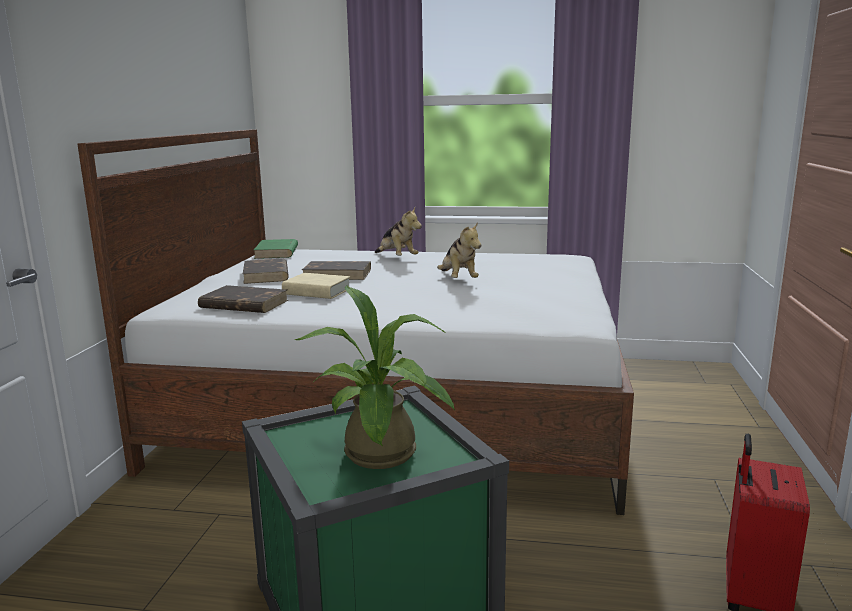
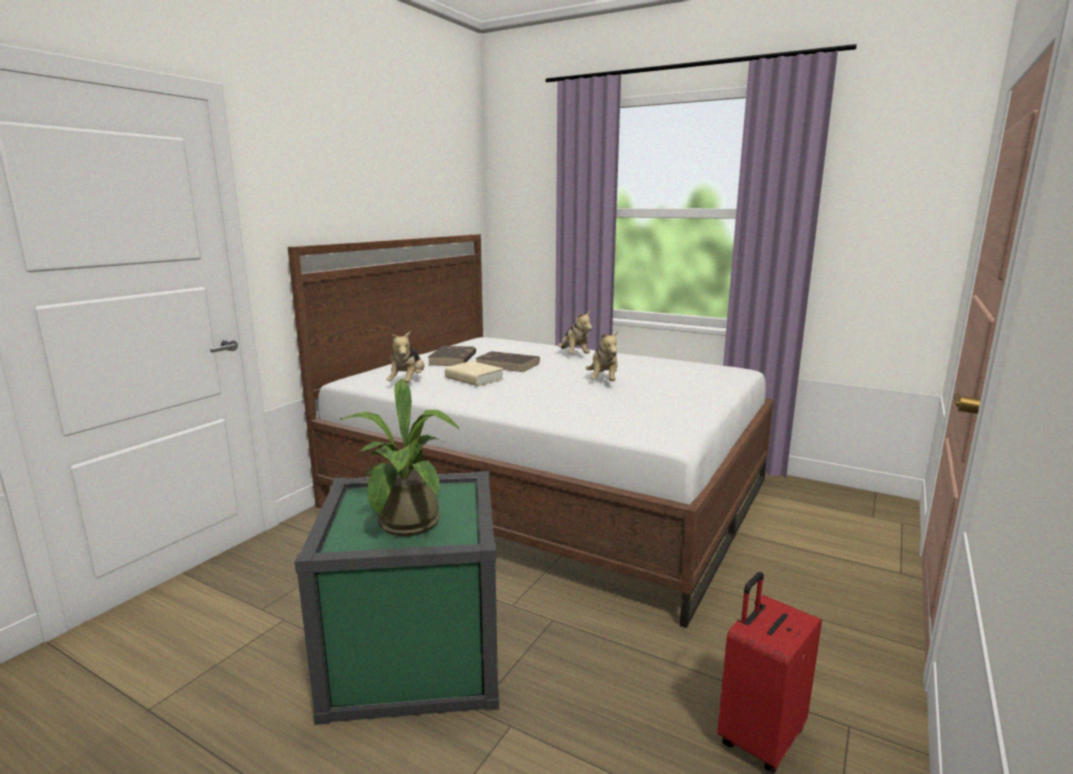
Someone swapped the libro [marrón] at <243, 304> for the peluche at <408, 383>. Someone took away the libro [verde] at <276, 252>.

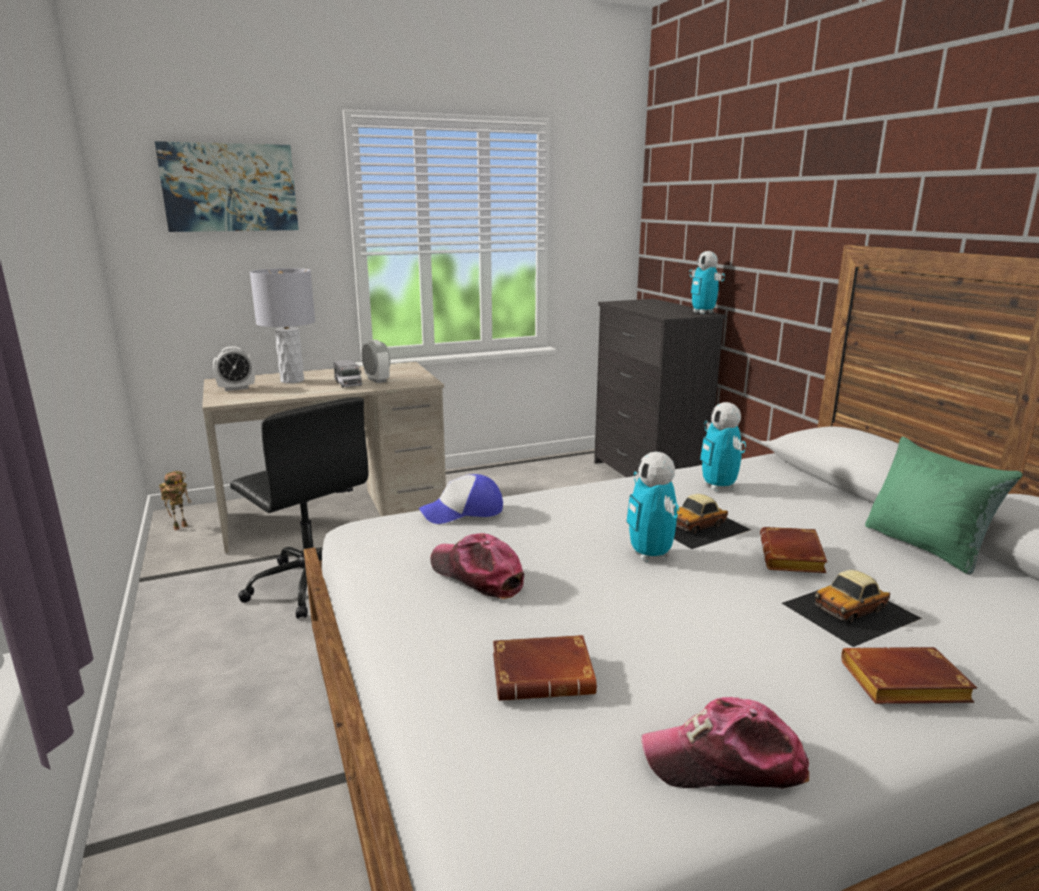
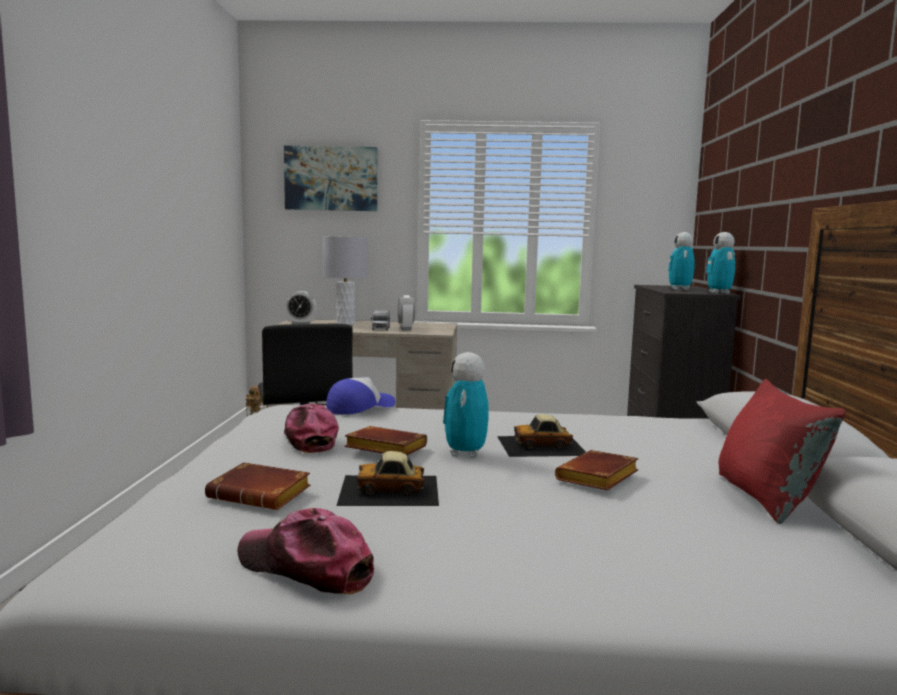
Someone rotated the gorra at <463, 511> by 135 degrees clockwise. Someone carried the robot de juguete from <718, 487> to <679, 289>. Someone carried the coche de juguete from <851, 610> to <390, 490>. Someone carried the libro [marrón] from <902, 686> to <383, 449>. Someone repainted the cojín [verde] at <925, 546>, which became the cojín [rojo] at <766, 498>.

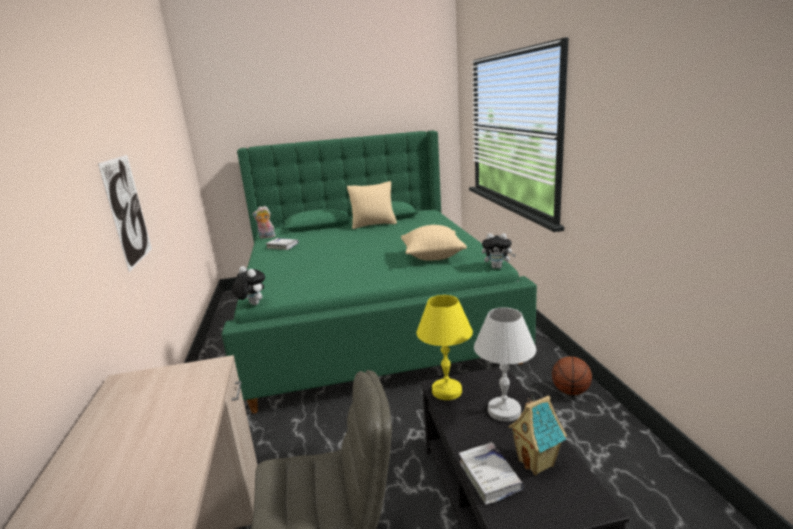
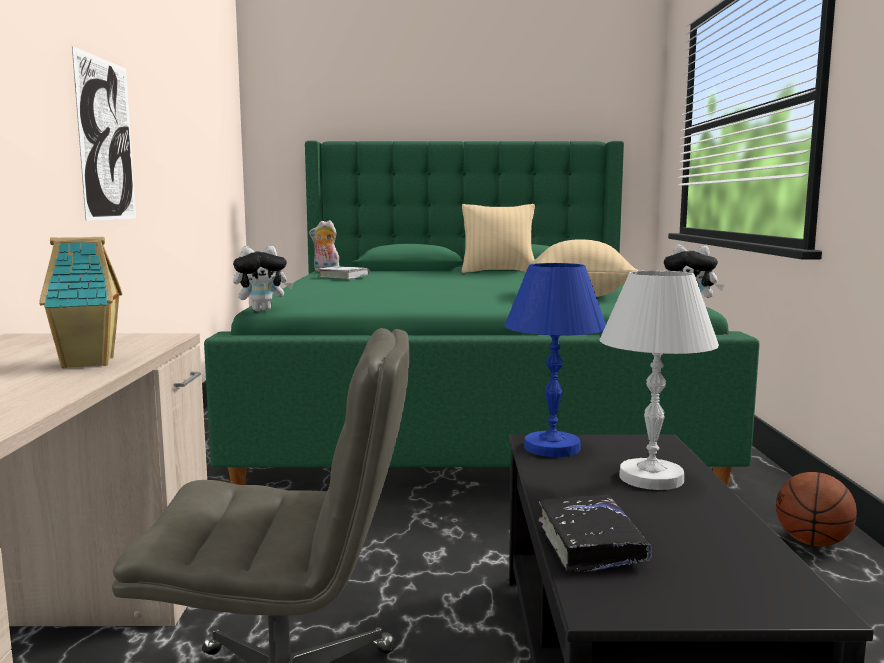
Someone rotated the peluche at <252, 304> by 105 degrees clockwise. Someone repainted the lámpara de mesa [amarillo] at <446, 390>, which became the lámpara de mesa [azul] at <551, 447>. Someone repainted the libro [blanco] at <489, 477>, which became the libro [negro] at <590, 544>. Someone carried the casita from <537, 463> to <90, 363>.

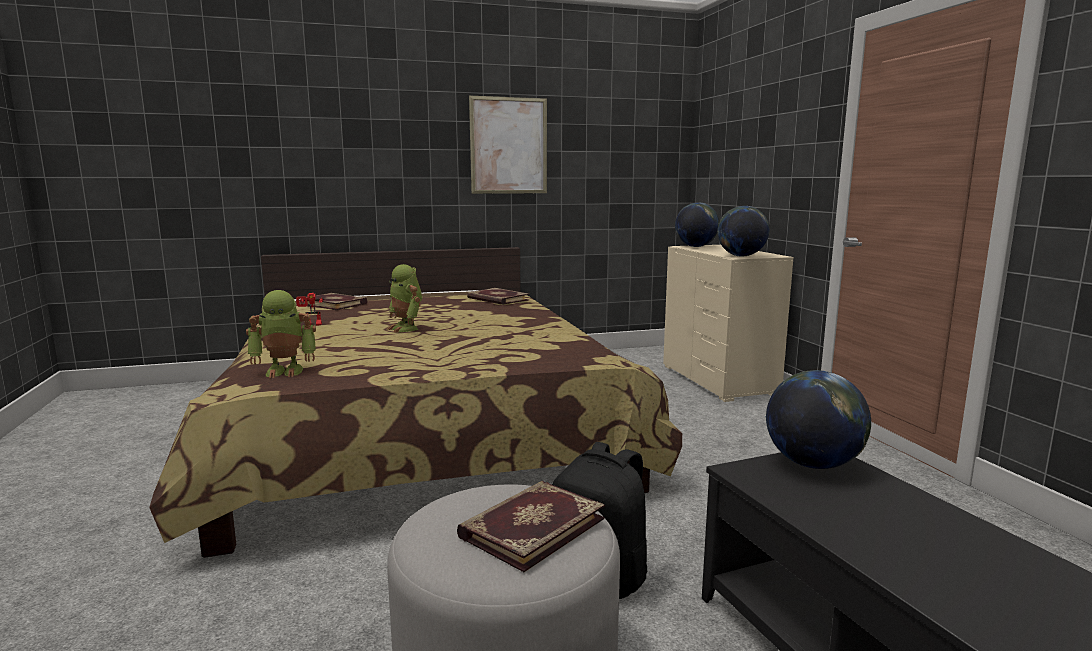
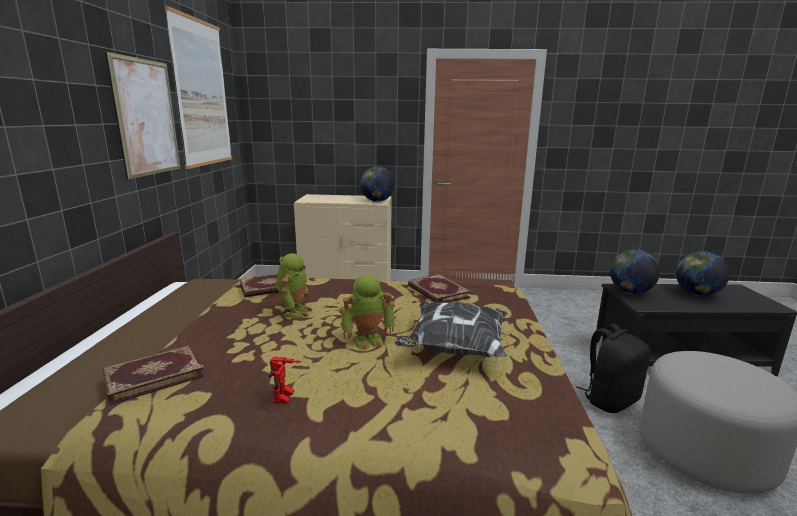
Someone carried the robot de juguete from <285, 371> to <294, 312>. Someone carried the libro from <531, 527> to <437, 292>. Someone carried the globo terráqueo from <696, 247> to <696, 294>. Someone put up the cuadro at <202, 94>. Someone put down the cojín at <454, 349>.

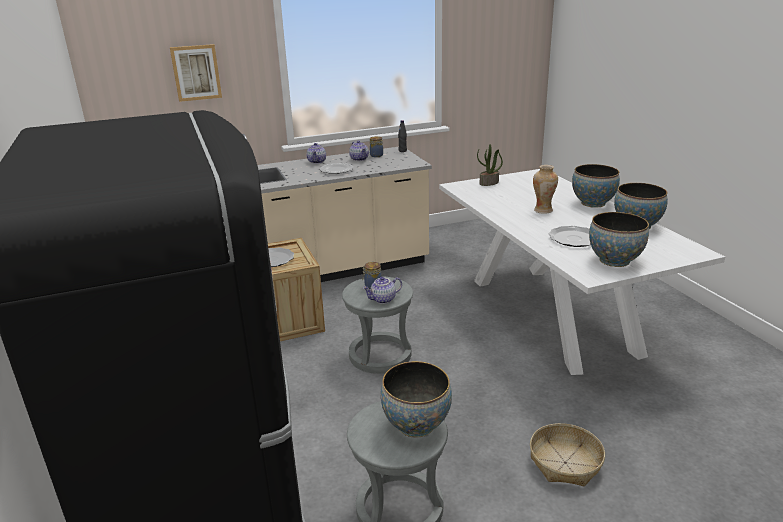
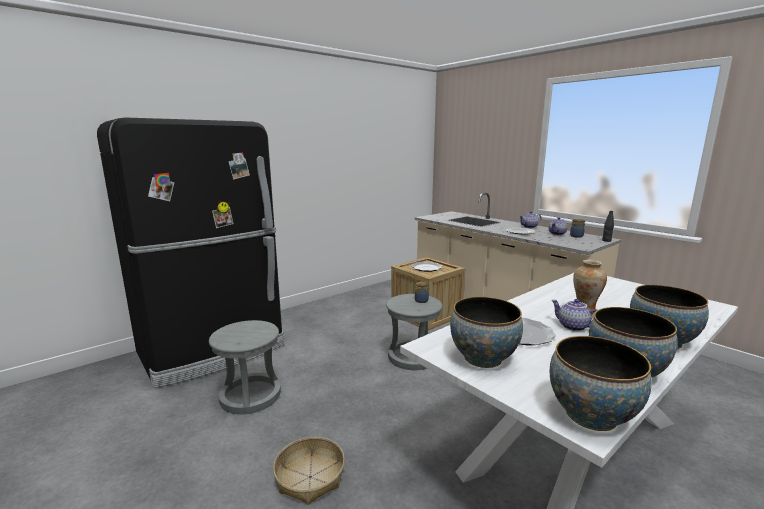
Someone took away the cuadro at <196, 72>. Someone carried the tetera from <383, 300> to <572, 327>. Someone carried the cuenco from <416, 425> to <591, 415>. Someone took away the planta en maceta at <489, 183>.

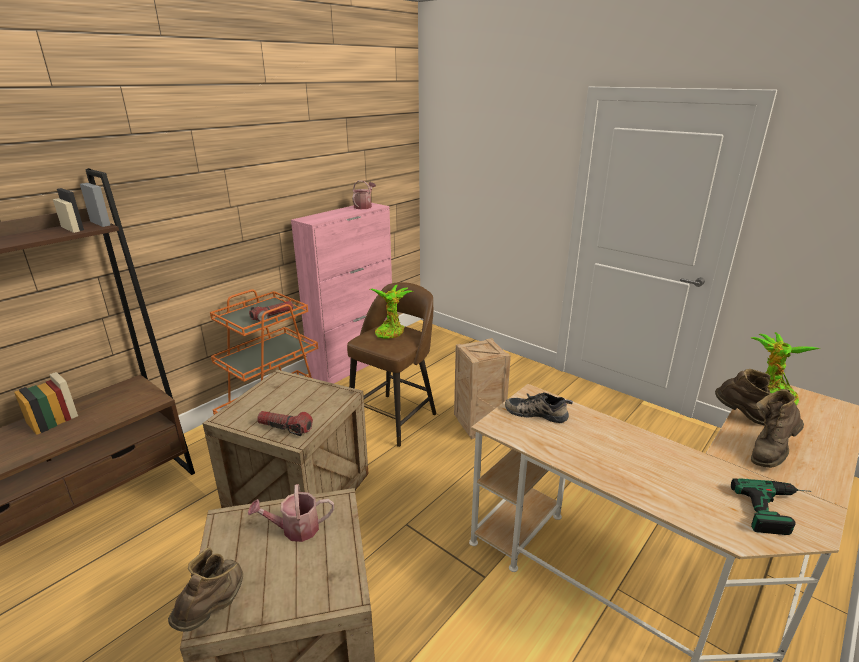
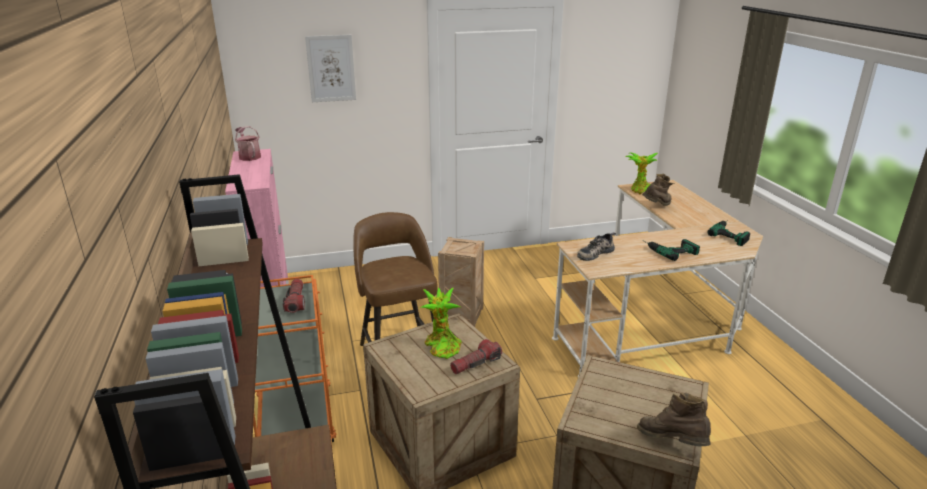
Someone took away the regadera at <295, 529>. Someone carried the planta en maceta from <390, 332> to <441, 346>. Someone took away the bota [marrón] at <770, 451>. Someone put up the cuadro at <331, 68>. Someone put down the taladro at <668, 249>.

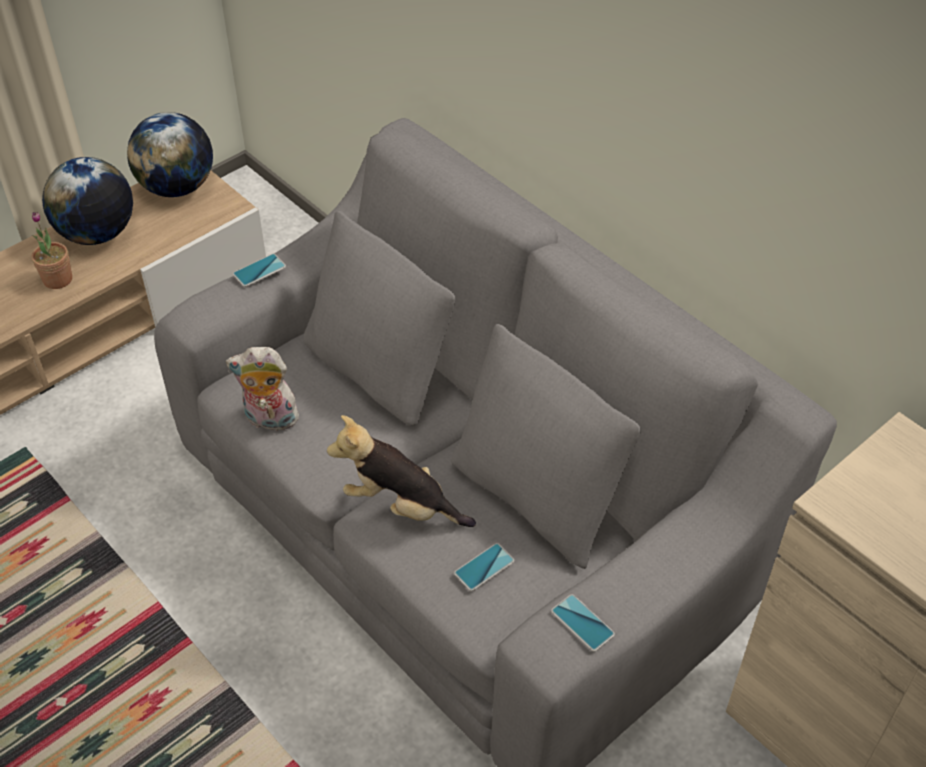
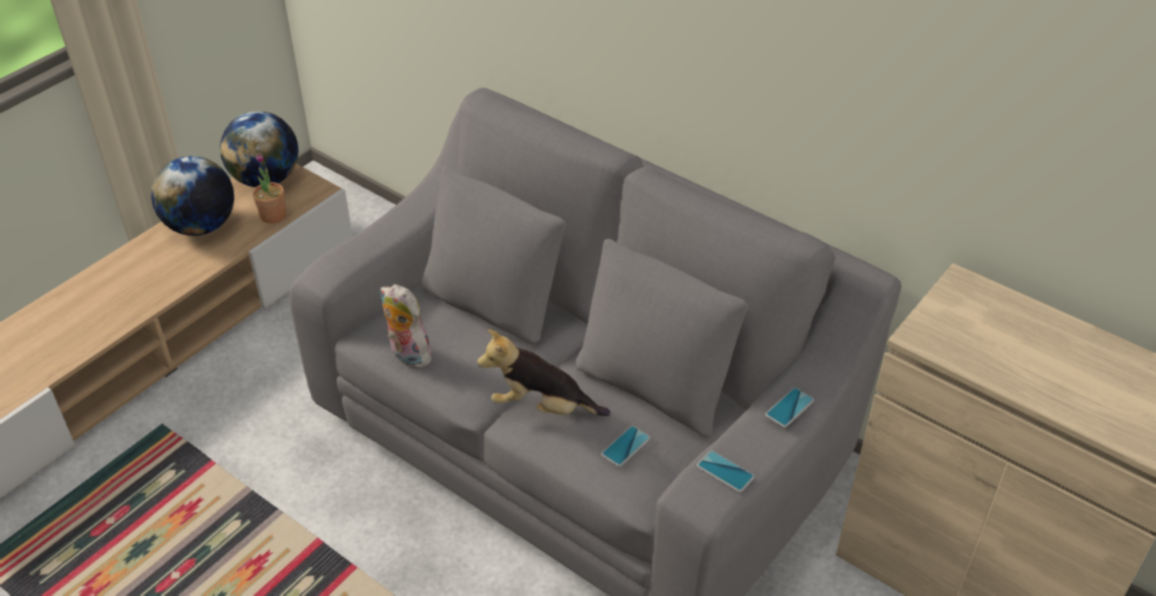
Someone carried the planta en maceta from <57, 279> to <273, 215>. Someone rotated the peluche at <269, 420> by 45 degrees clockwise. Someone carried the móvil from <259, 271> to <789, 408>.

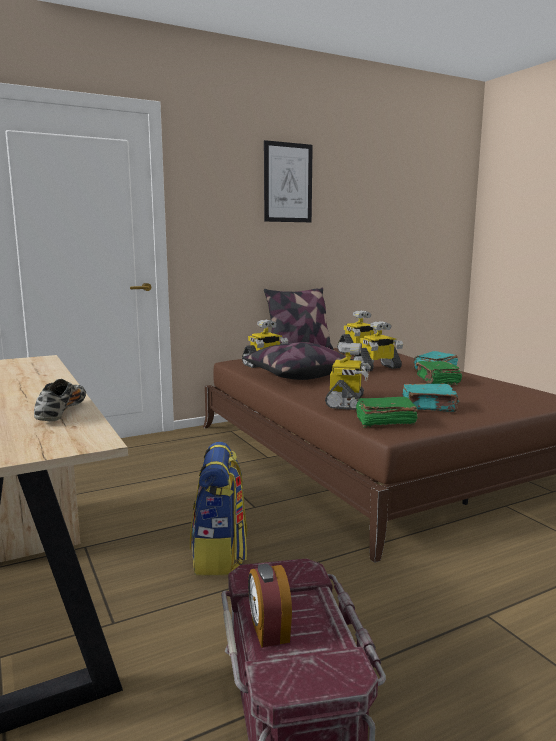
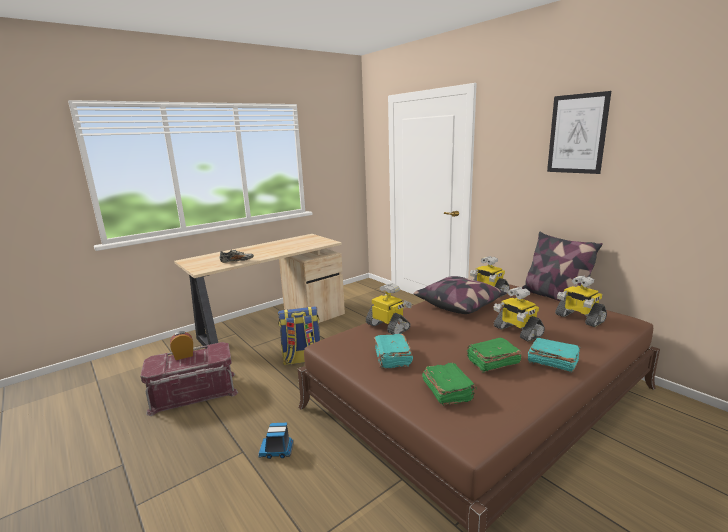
Someone rotated the robot de juguete at <346, 402> by 135 degrees counterclockwise. Someone carried the libro [verde] from <384, 422> to <447, 391>. Someone put down the camión de juguete at <277, 450>.

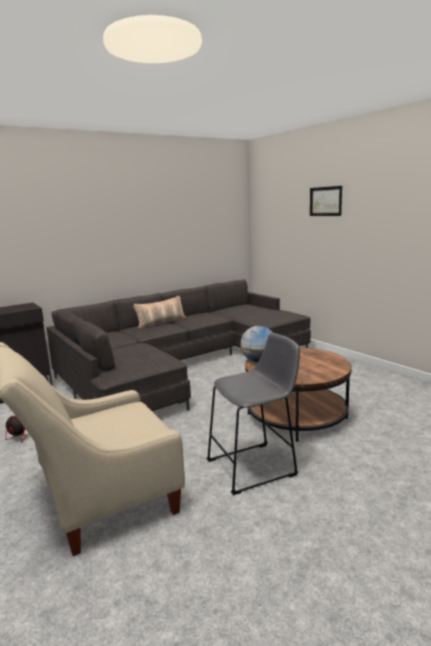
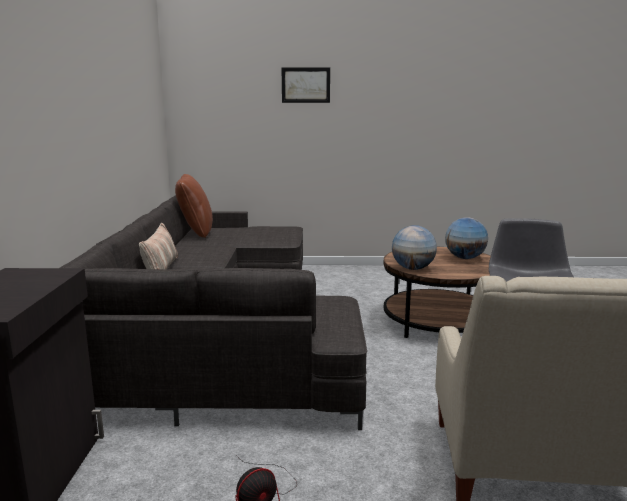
Someone put down the cojín [marrón] at <196, 232>. Someone put down the globo terráqueo at <464, 258>.

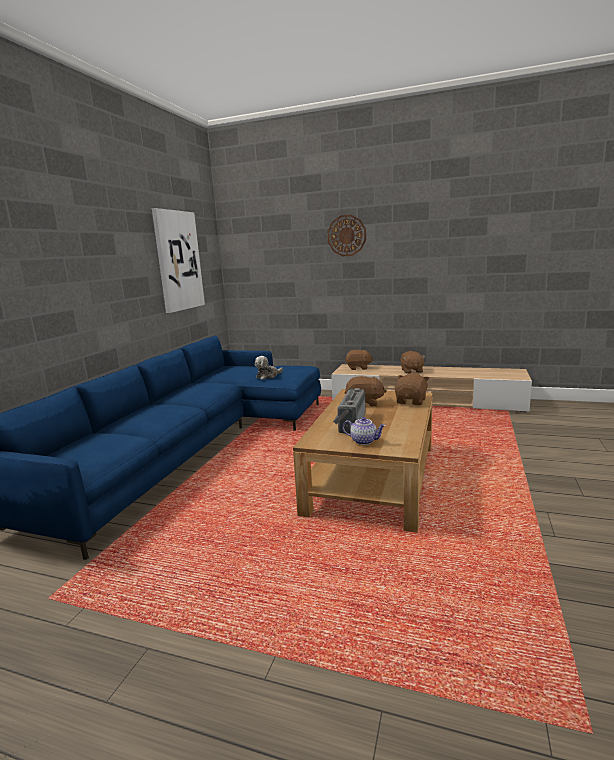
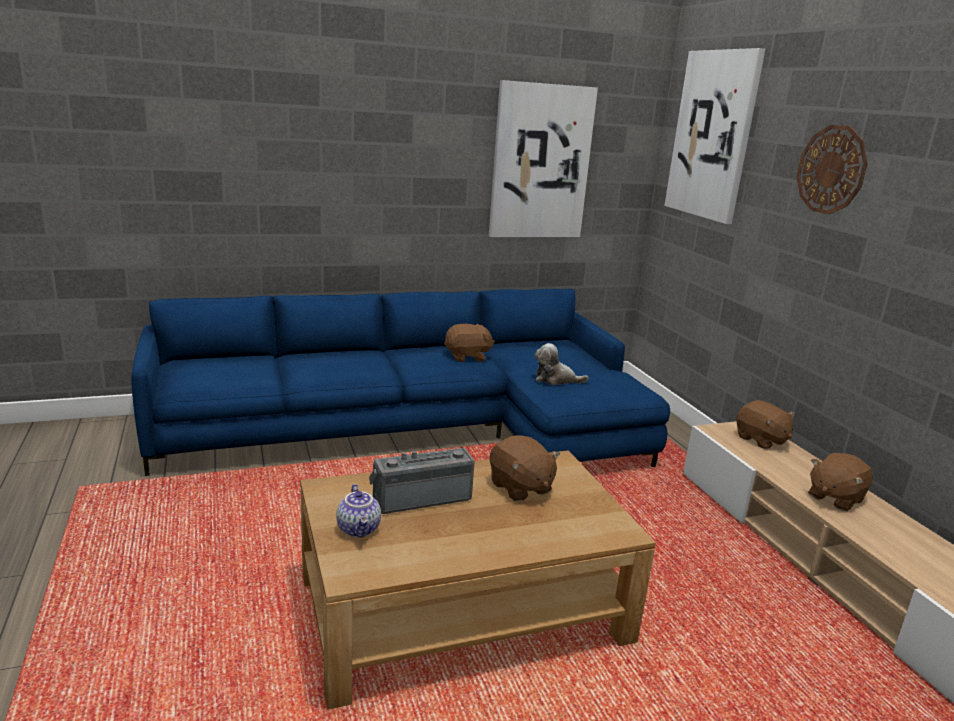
Someone carried the peluche [marrón] from <411, 401> to <467, 357>. Someone put up the cuadro at <713, 135>.

